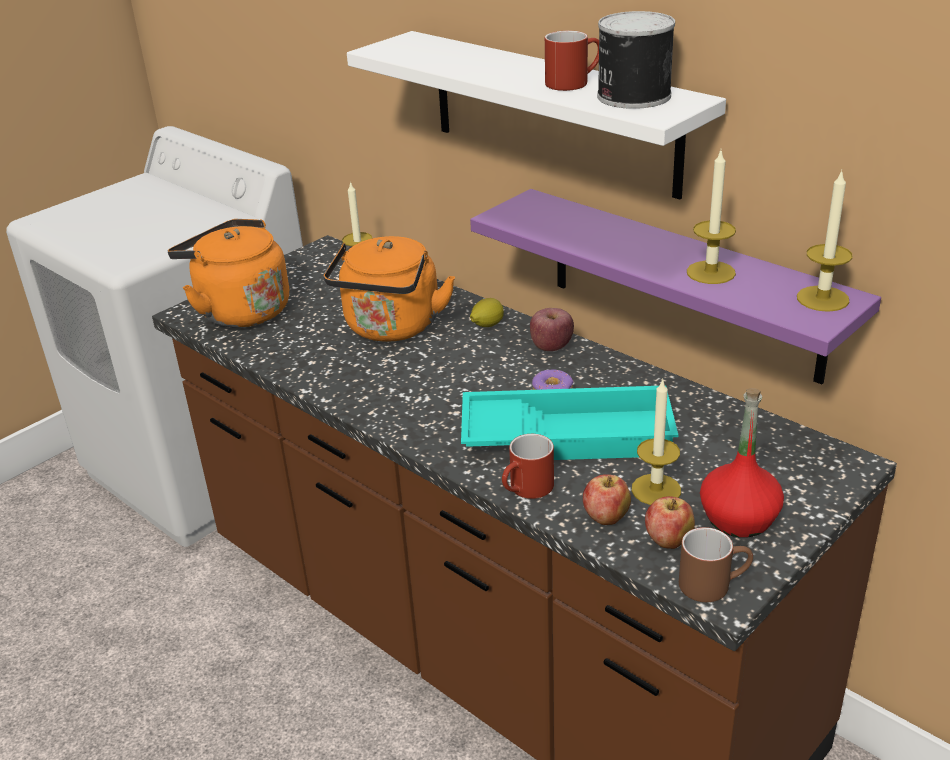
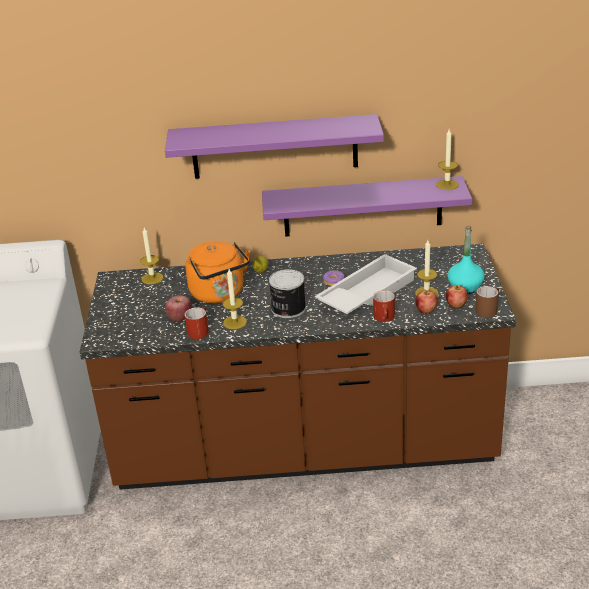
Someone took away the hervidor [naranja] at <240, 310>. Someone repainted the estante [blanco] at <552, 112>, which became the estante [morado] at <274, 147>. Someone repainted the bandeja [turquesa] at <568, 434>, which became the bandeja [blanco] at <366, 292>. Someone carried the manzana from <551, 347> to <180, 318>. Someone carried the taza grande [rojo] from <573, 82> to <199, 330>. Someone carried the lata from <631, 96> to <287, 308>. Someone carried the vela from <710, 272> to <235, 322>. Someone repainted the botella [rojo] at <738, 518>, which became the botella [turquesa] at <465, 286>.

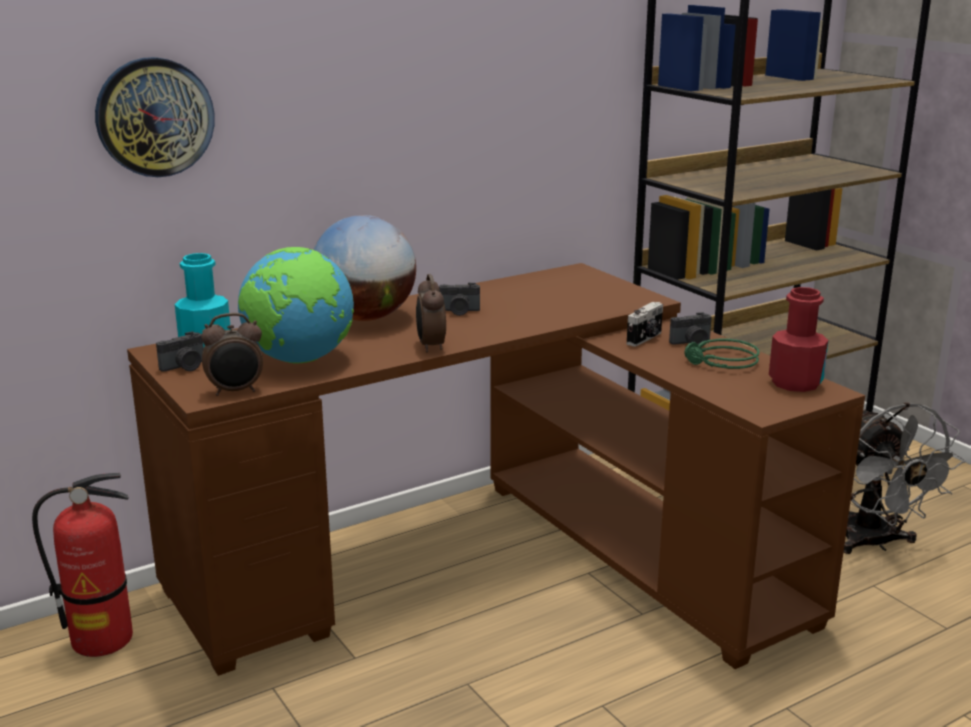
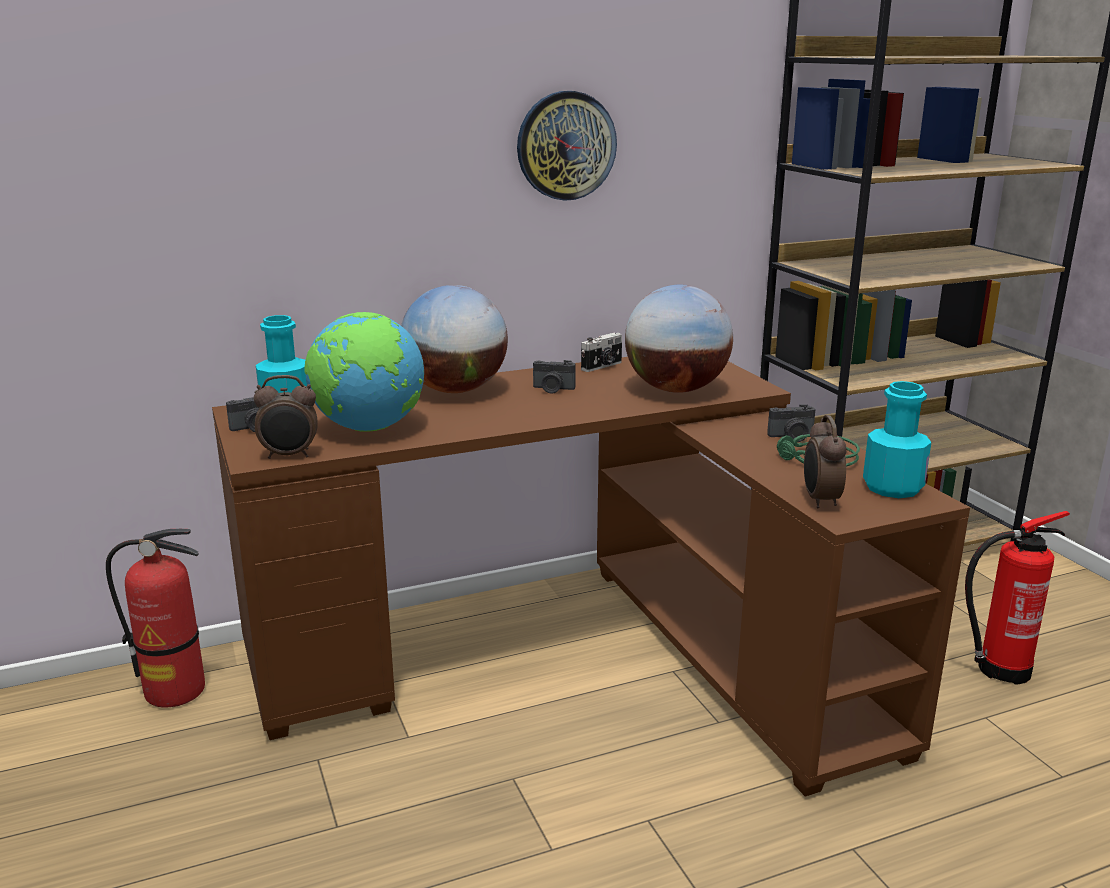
Someone carried the reloj de pared from <155, 117> to <566, 146>. Someone carried the despertador from <430, 346> to <820, 500>. Someone carried the cámara from <645, 338> to <603, 366>. Someone repainted the botella [rojo] at <795, 383>, which became the botella [turquesa] at <892, 487>. Someone swapped the ventilador [gris] at <875, 543> for the extintor at <998, 669>. Someone put down the globo terráqueo at <676, 389>.

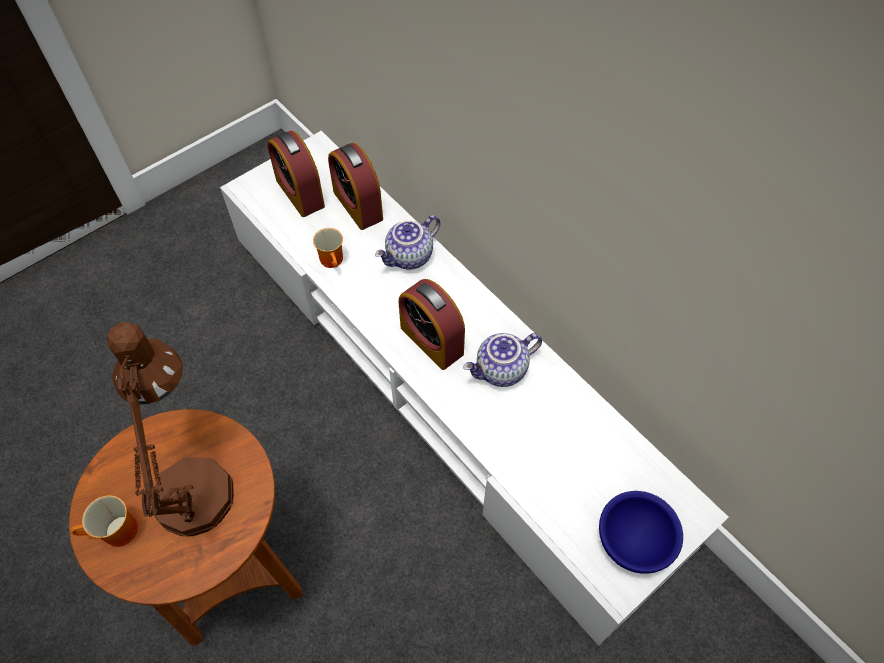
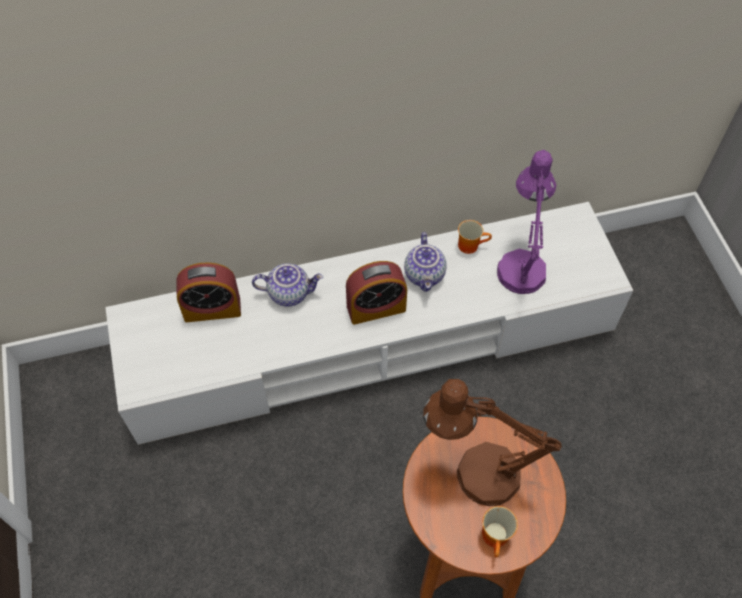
Someone took away the despertador at <300, 193>. Someone carried the taza grande from <334, 260> to <470, 244>. Someone rotated the tetera at <410, 257> by 75 degrees counterclockwise. Someone took away the cuenco [azul] at <632, 540>. Someone put down the lámpara de mesa [morado] at <521, 264>.

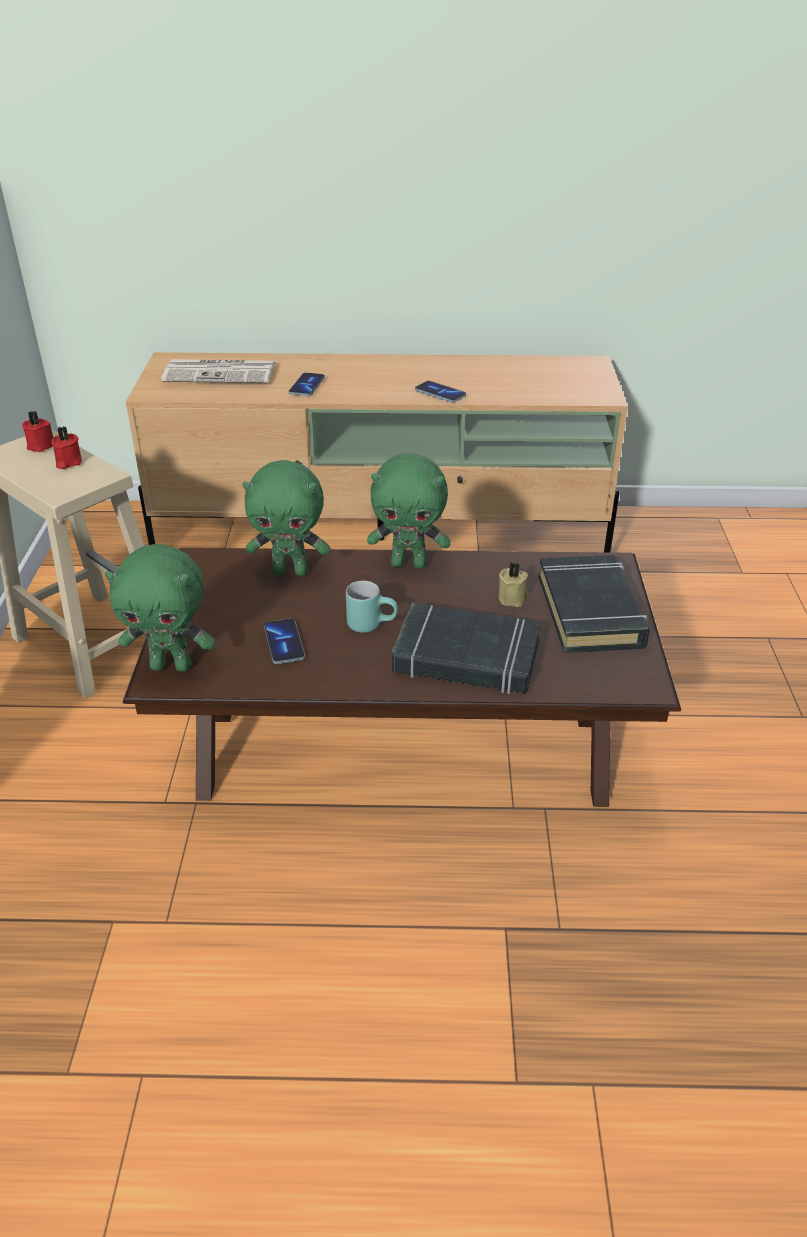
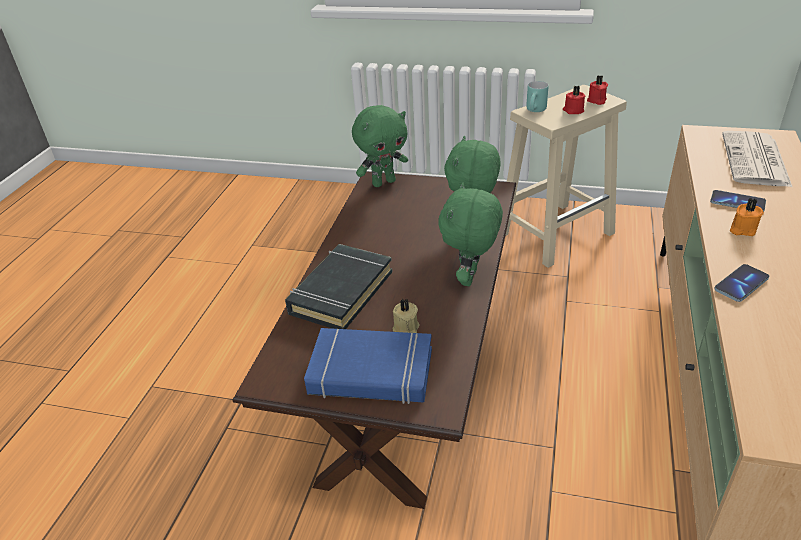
Someone rotated the peluche [verde] at <172, 665> by 135 degrees counterclockwise. Someone took away the móvil at <284, 643>. Someone carried the taza grande [turquesa] from <372, 624> to <536, 111>. Someone repainted the libro [negro] at <590, 611>, which became the libro [azul] at <371, 372>. Someone put down the vela [naranja] at <742, 229>.

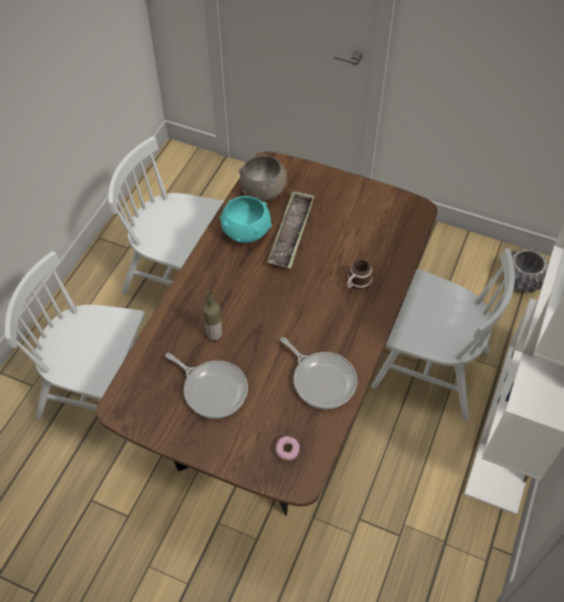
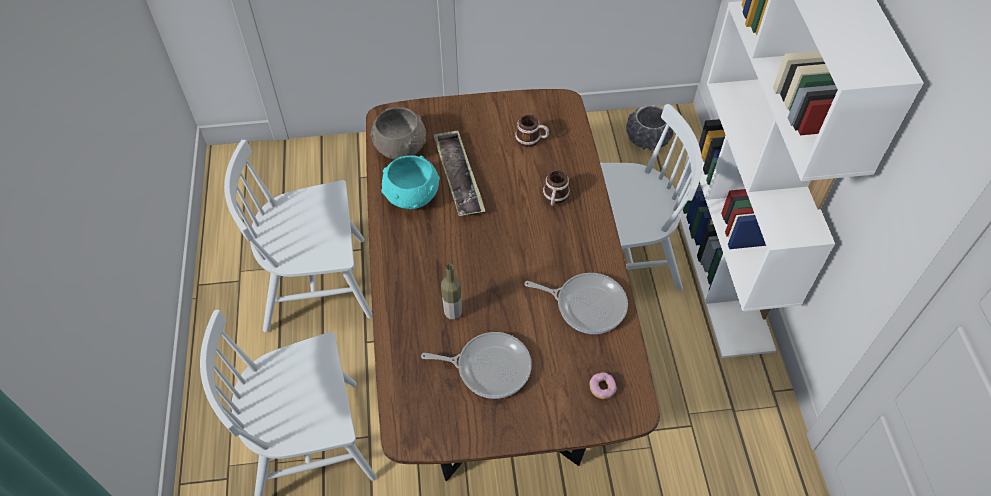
Someone put down the taza grande at <531, 139>.

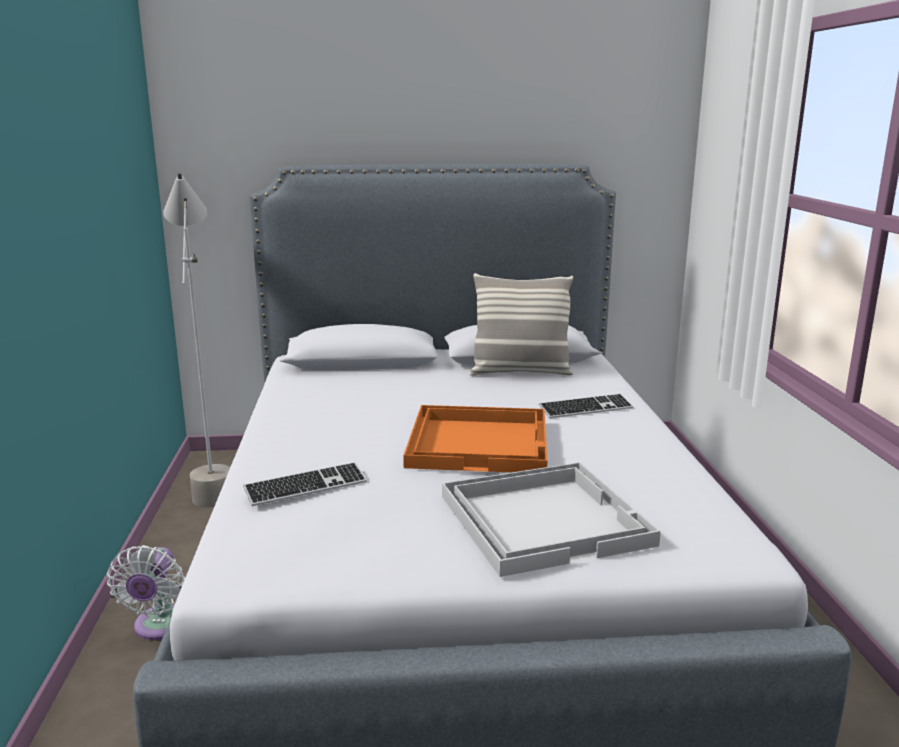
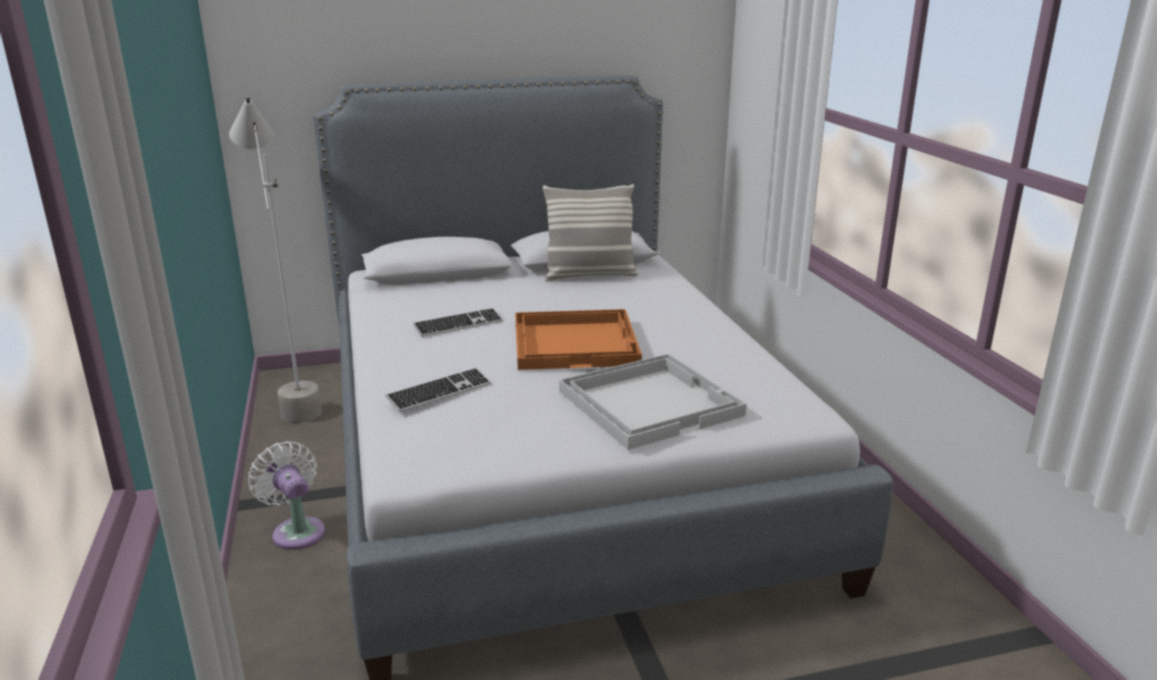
Someone rotated the ventilador [blanco] at <160, 627> by 150 degrees clockwise. Someone carried the teclado from <586, 408> to <458, 325>.

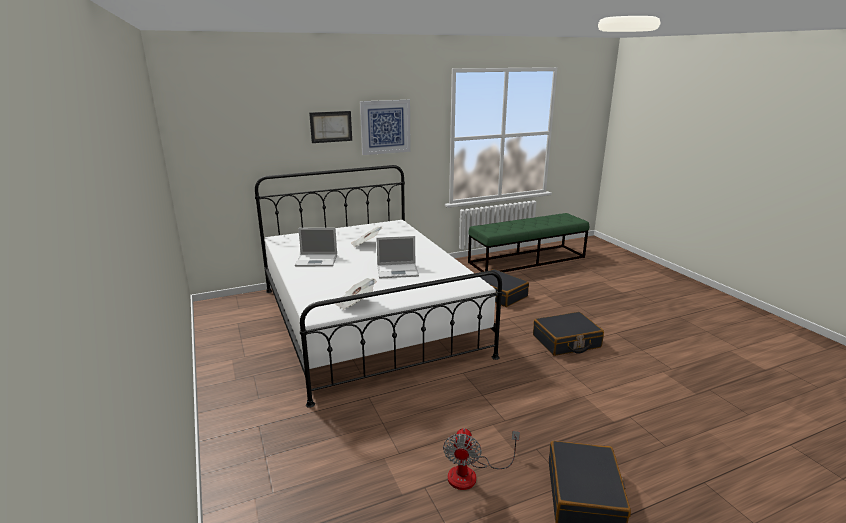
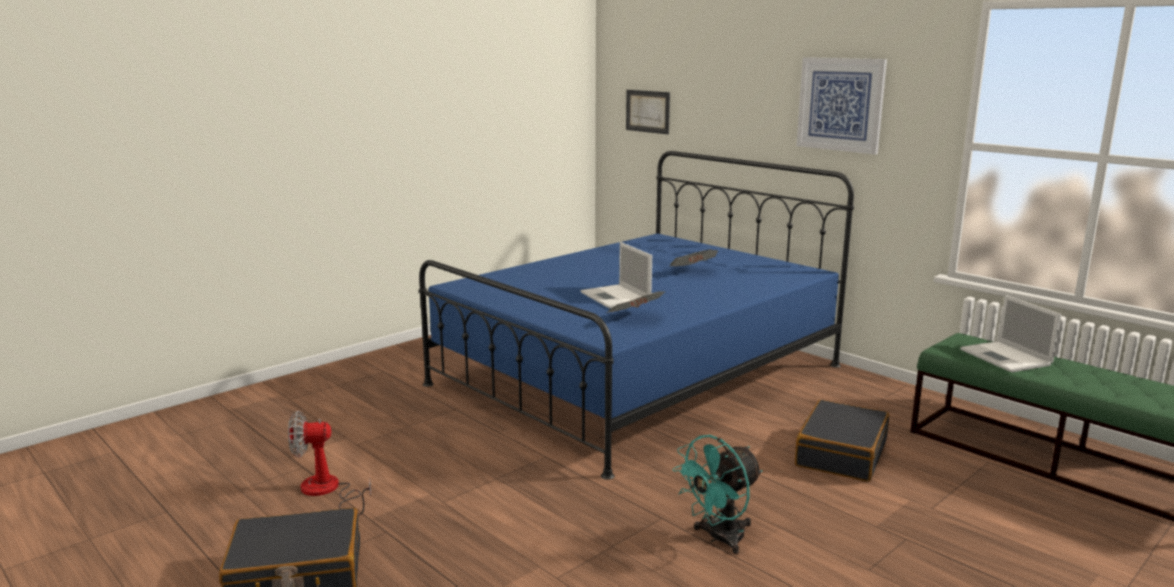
Someone repainted the cama [blanco] at <368, 320>, which became the cama [azul] at <637, 374>. Someone carried the portátil from <317, 260> to <1006, 358>. Someone carried the cuadro from <331, 126> to <648, 111>. Someone carried the periódico from <355, 303> to <635, 317>. Someone swapped the maleta [negro] at <566, 342> for the ventilador [turquesa] at <718, 538>.

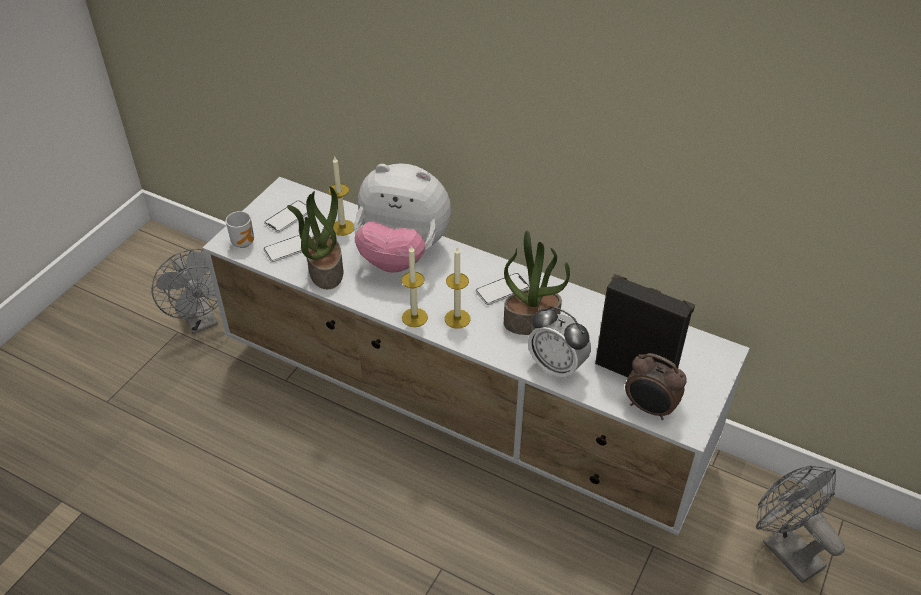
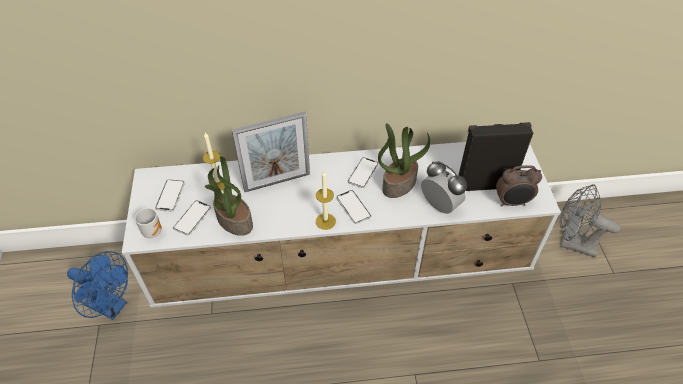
Someone repainted the ventilador [gris] at <201, 321>, which became the ventilador [azul] at <111, 306>. Someone swapped the peluche at <402, 254> for the portarretratos at <277, 182>. Someone swapped the vela at <457, 319> for the móvil at <353, 207>. Someone rotated the despertador at <557, 366> by 135 degrees counterclockwise.

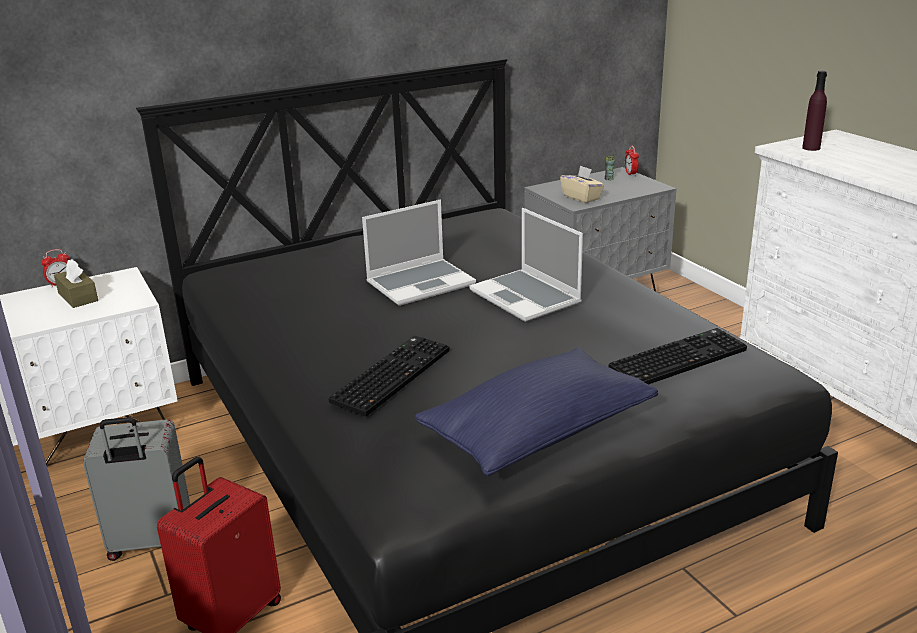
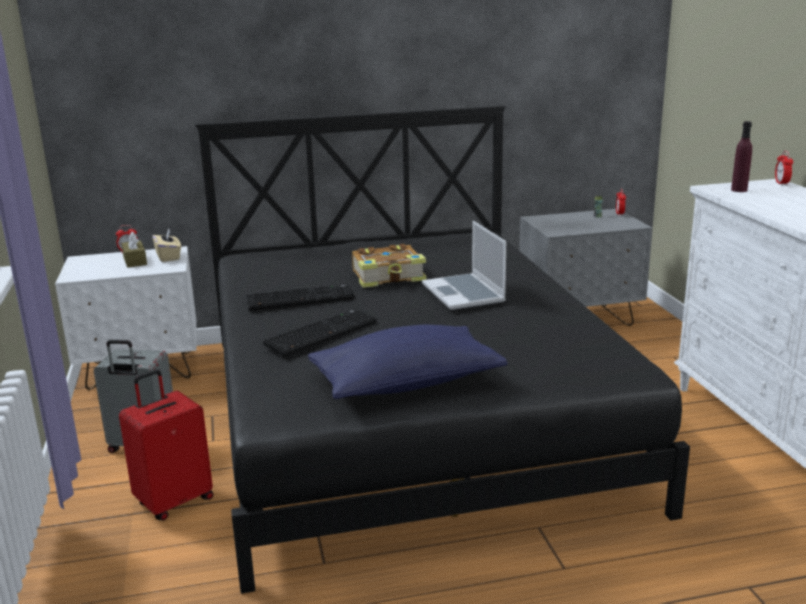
Someone swapped the portátil at <421, 283> for the libro at <389, 277>. Someone carried the caja de pañuelos [beis] from <581, 197> to <168, 257>. Someone carried the teclado from <678, 358> to <301, 298>. Someone put down the despertador at <781, 184>.

